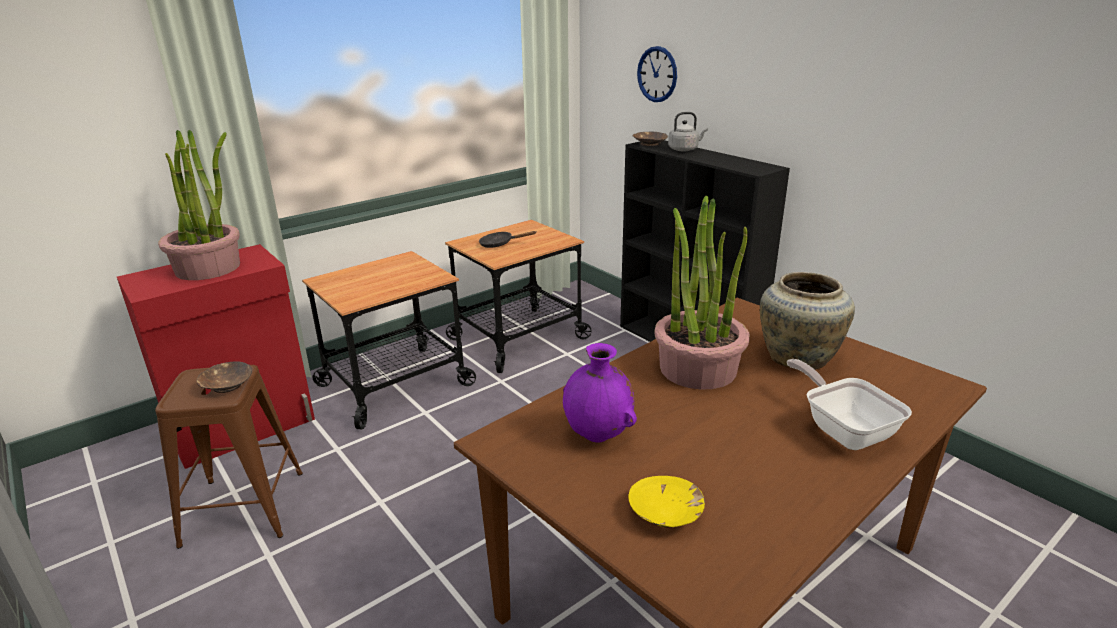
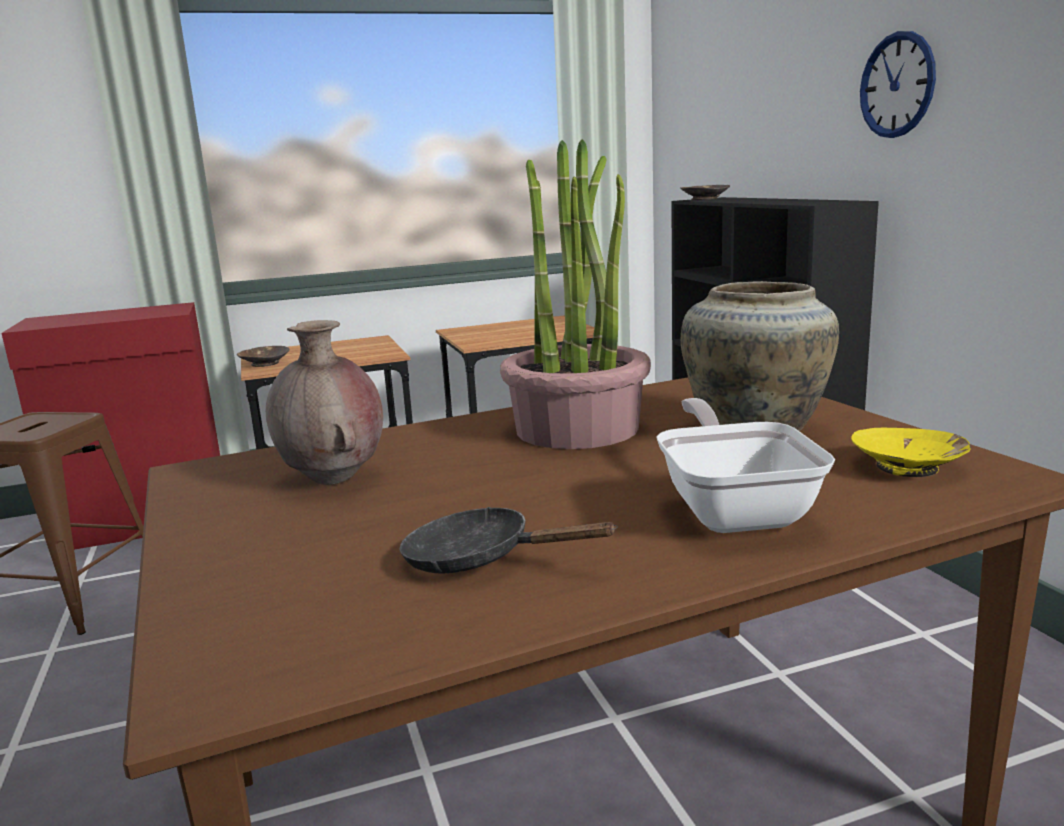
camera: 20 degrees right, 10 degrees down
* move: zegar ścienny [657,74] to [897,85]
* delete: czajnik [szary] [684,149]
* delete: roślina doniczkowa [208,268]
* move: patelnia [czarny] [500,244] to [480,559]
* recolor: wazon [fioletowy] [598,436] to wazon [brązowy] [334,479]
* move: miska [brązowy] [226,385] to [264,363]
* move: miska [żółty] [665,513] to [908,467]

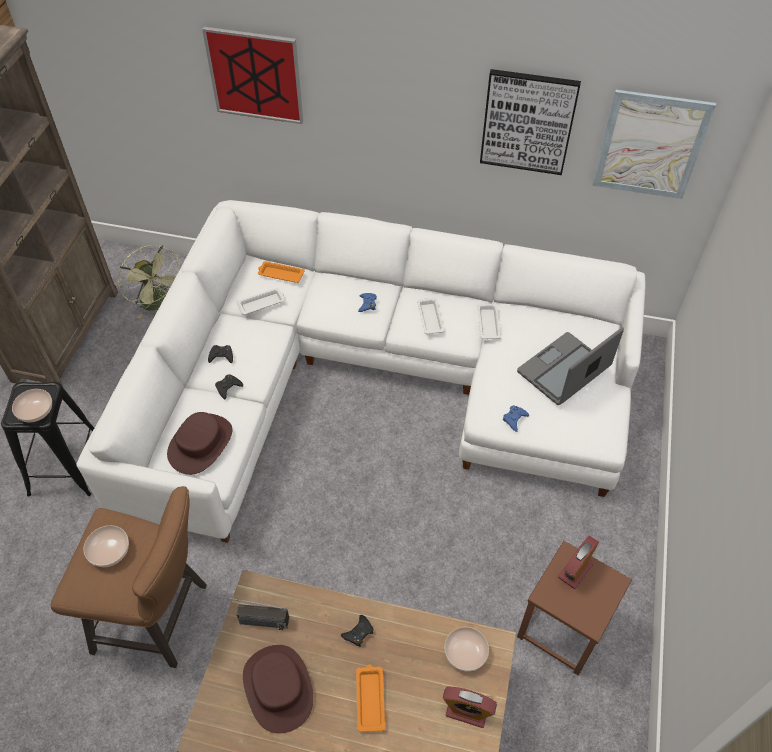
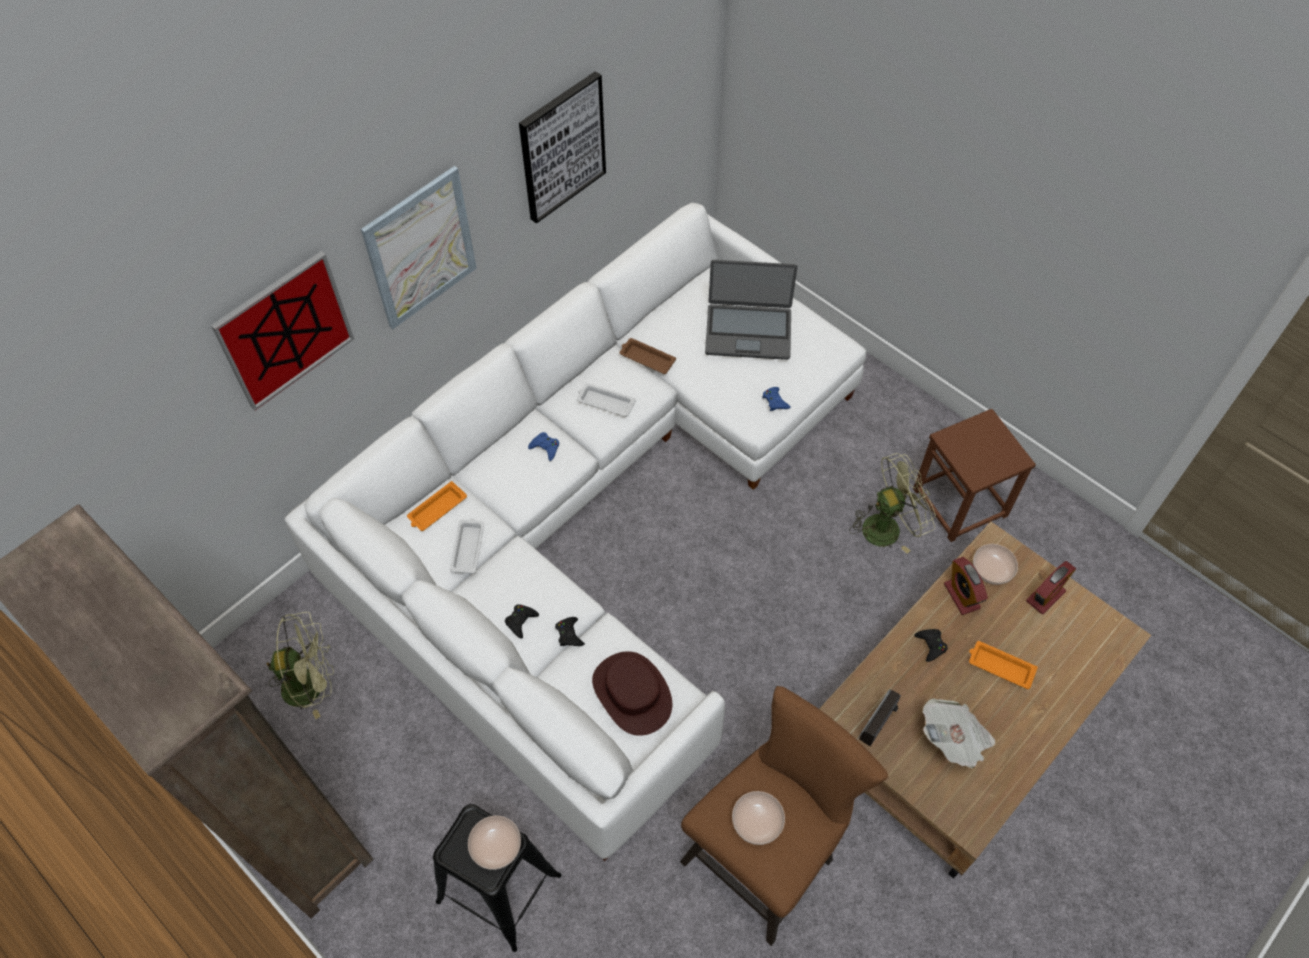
camera: 60 degrees left, 5 degrees up
* move: obraz [650,145] to [421,248]
* recolor: taca [biały] [488,323] to taca [brązowy] [646,358]
* rotate: laptop [564,370] = [748,331] 75 degrees counterclockwise
* move: budzik [575,570] to [961,596]
* replace: kapelusz [brązowy] [278,688] to gazeta [954,739]
* insert: wentylator [zielony] [888,526]

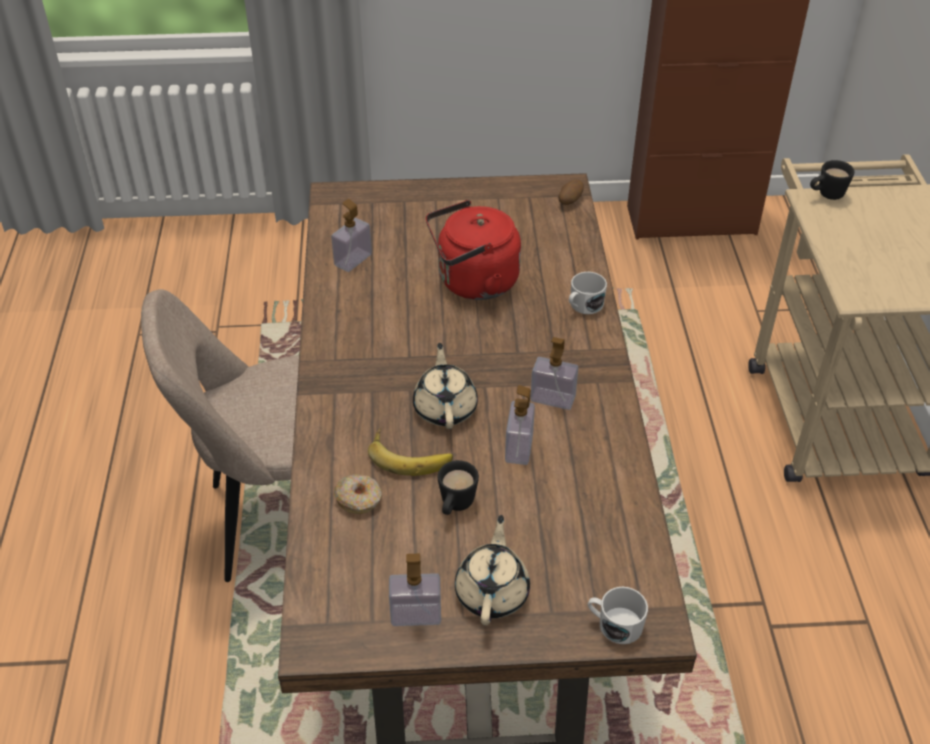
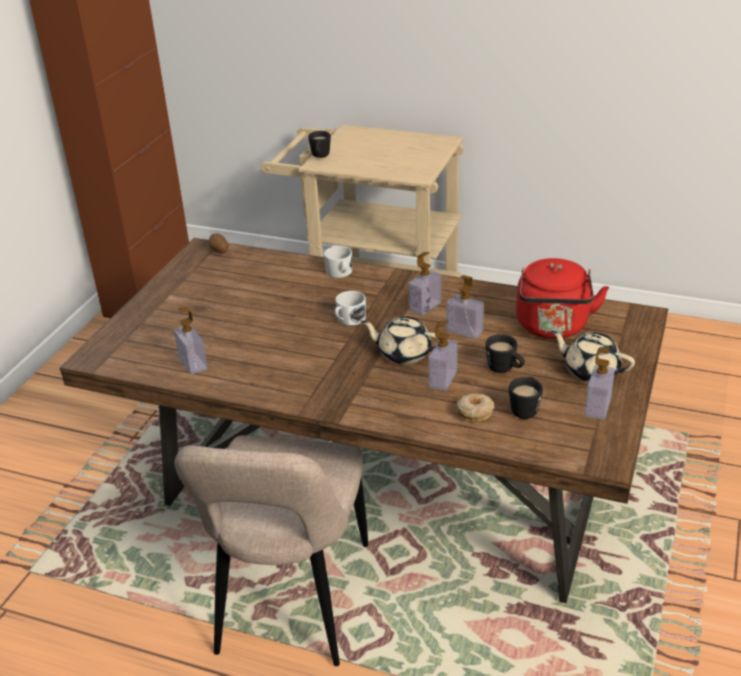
camera: 65 degrees left, 10 degrees down
* move: czajnik [czerwony] [473,283] to [553,328]
* replace: banan [410,455] to dozownik mydła [443,379]
* move: kubek [biały] [614,624] to [349,319]
* insert: kubek [czarny] [525,408]

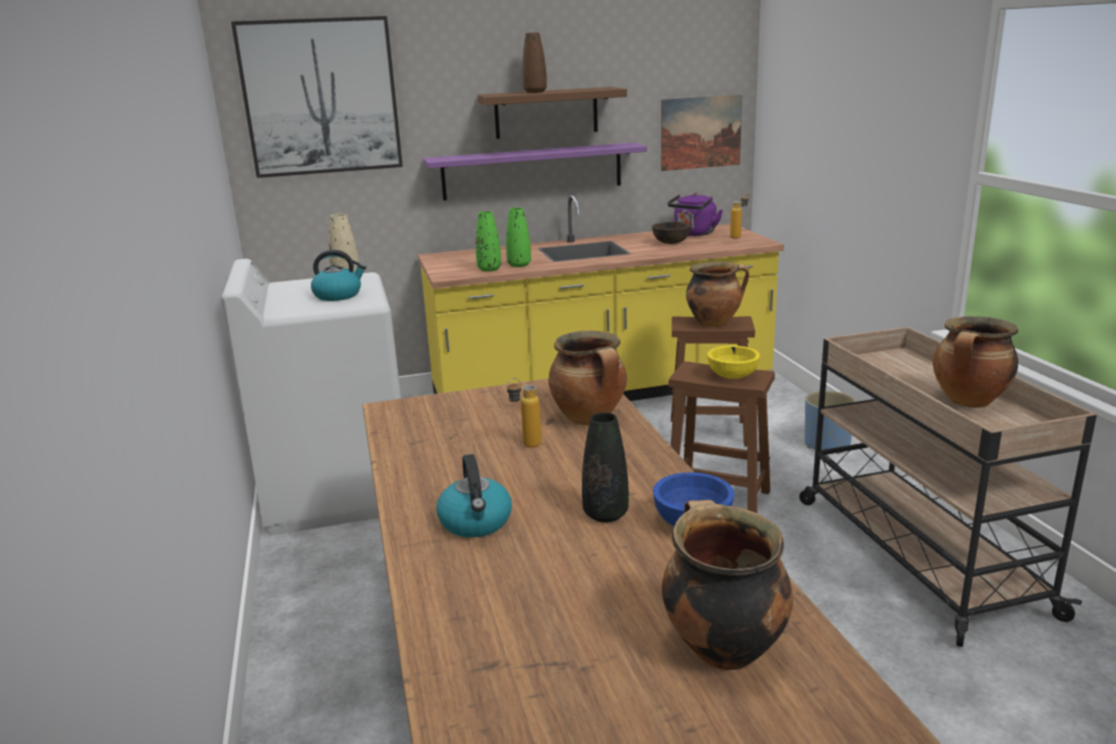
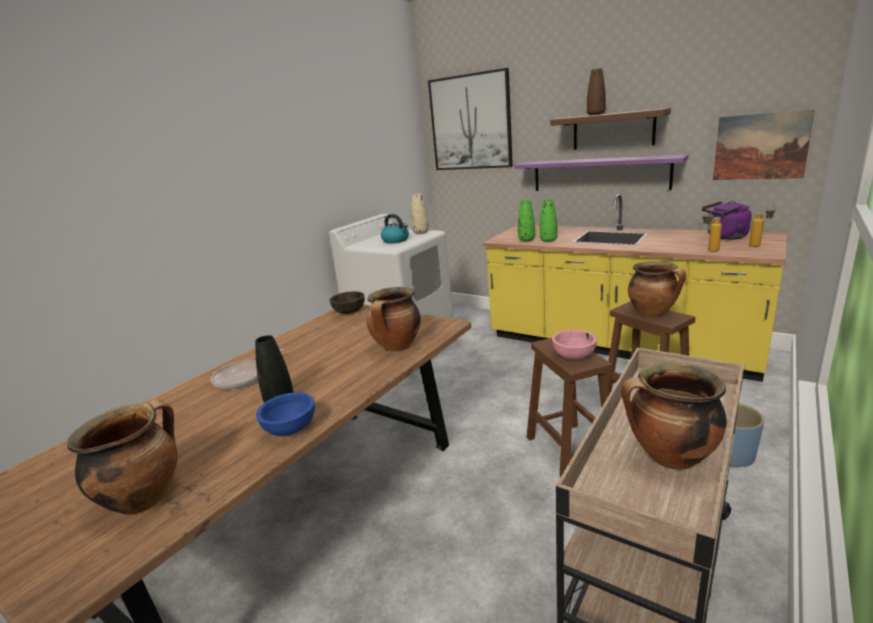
camera: 50 degrees right, 0 degrees up
* move: miska [brązowy] [671,243] to [349,312]
* recolor: miska [żółty] [733,376] to miska [różowy] [574,356]
* move: butelka [525,446] to [708,250]
* replace: czajnik [476,522] to patelnia [244,377]

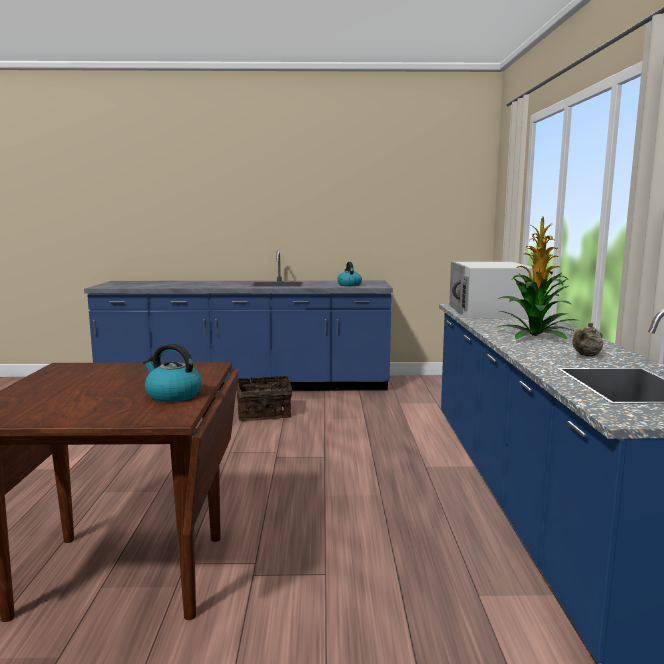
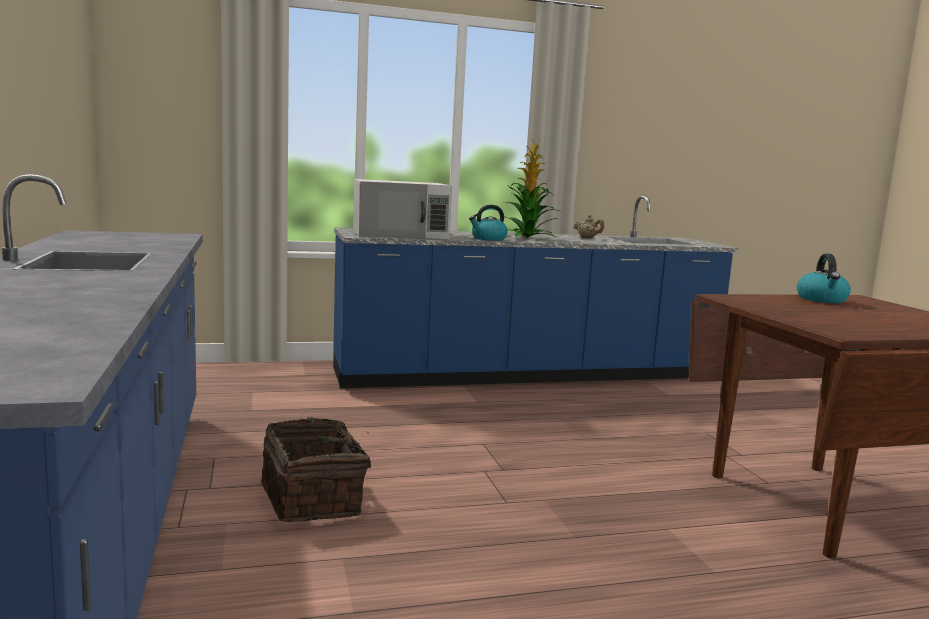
camera: 105 degrees left, 0 degrees up
* move: czajnik [349,285] to [488,239]

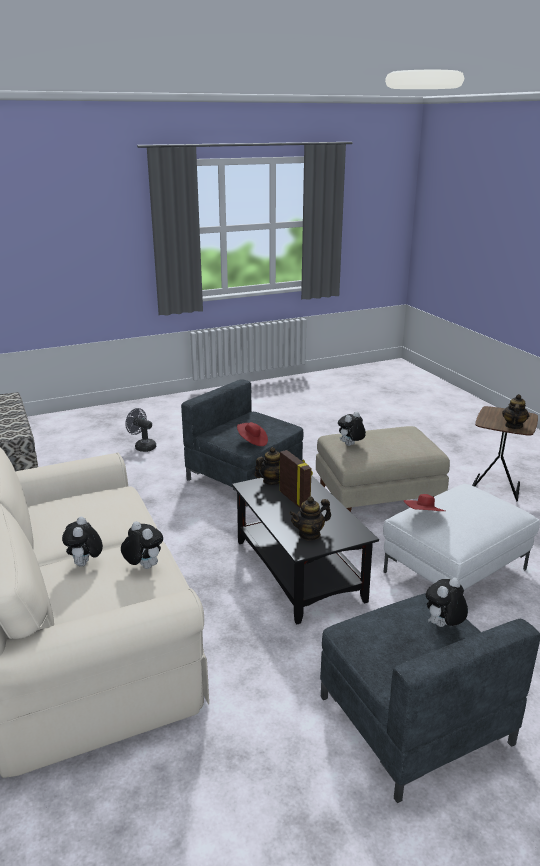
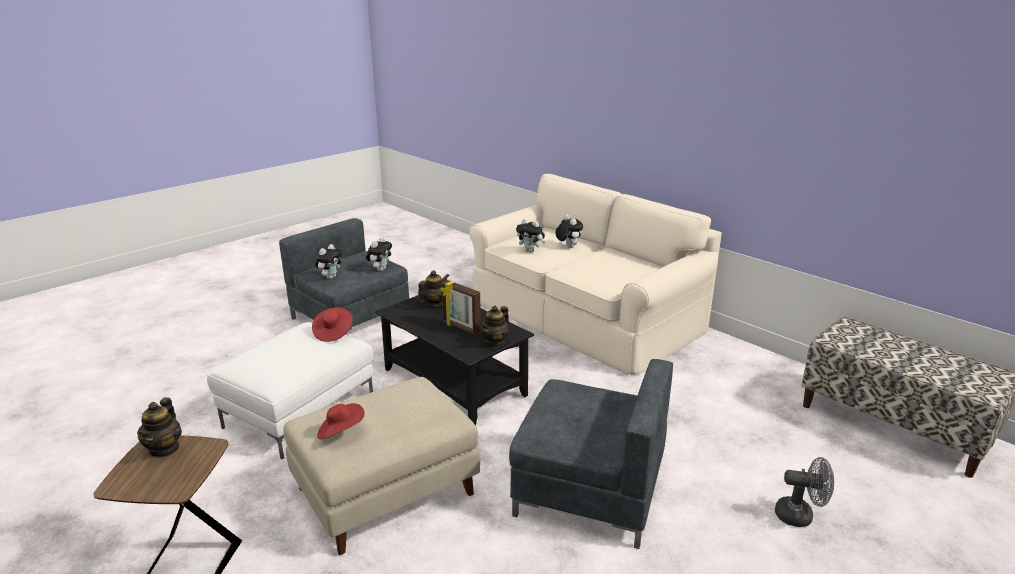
camera: 160 degrees right, 0 degrees up
* move: pluszak [350,445] to [380,269]
* move: kapelusz [czerwony] [252,441] to [341,432]

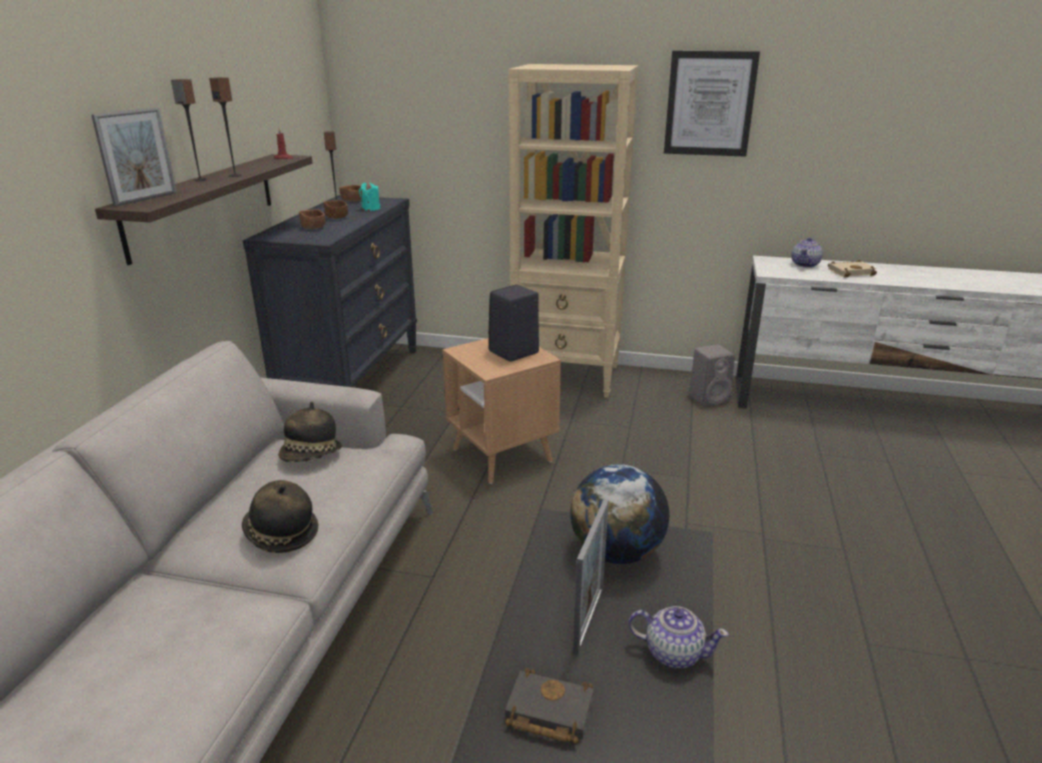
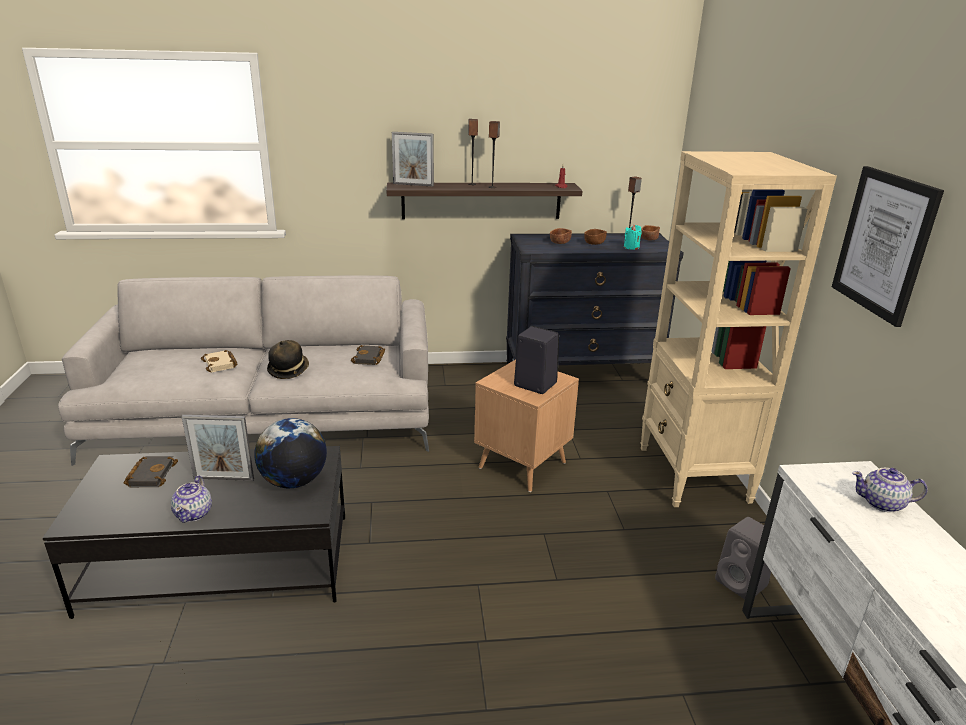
camera: 70 degrees right, 0 degrees up
* move: książka [beżowy] [851,272] to [221,364]
* replace: kapelusz [311,456] to książka [czarny] [369,358]

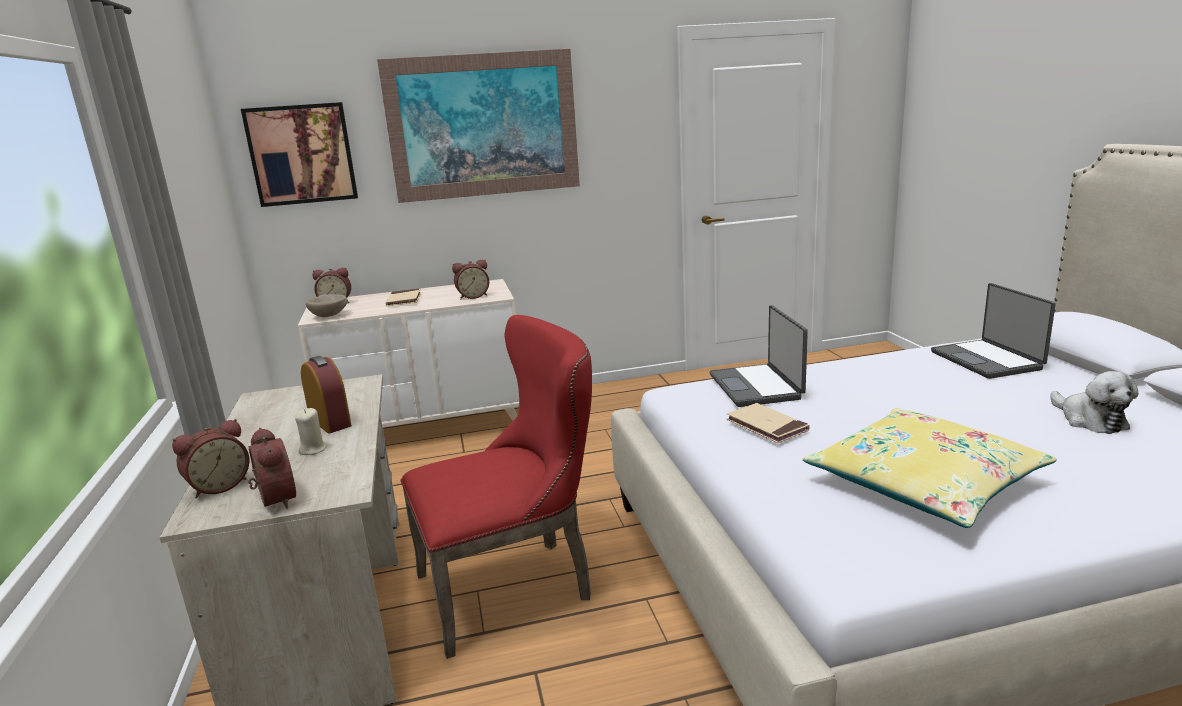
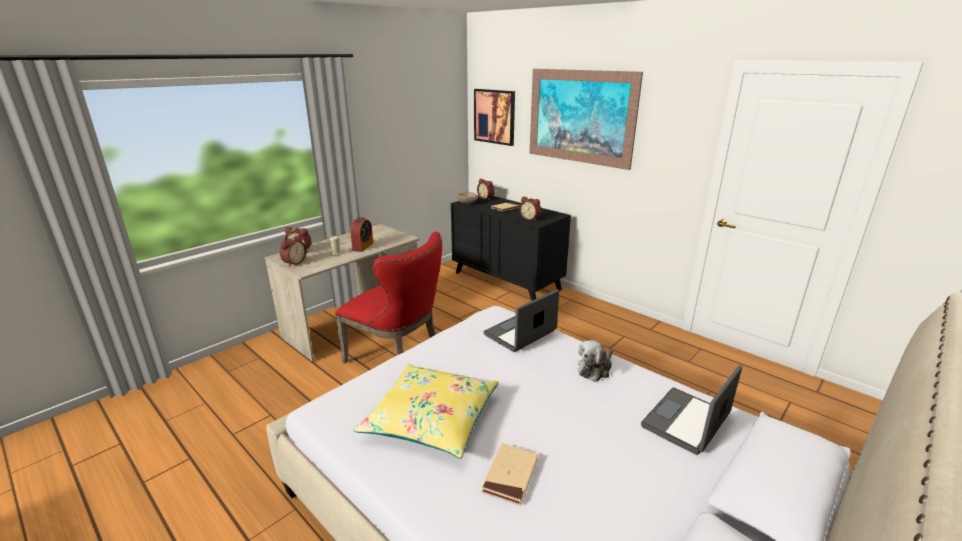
camera: 55 degrees right, 5 degrees up
* recolor: komoda [beżowy] [428,427] to komoda [czarny] [507,281]
* move: pluszak [1089,420] to [595,369]
* move: książka [beżowy] [766,426] to [510,475]

